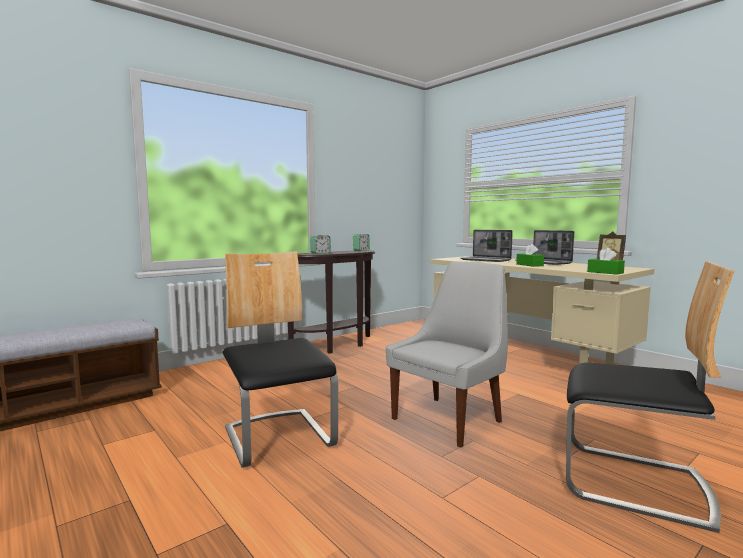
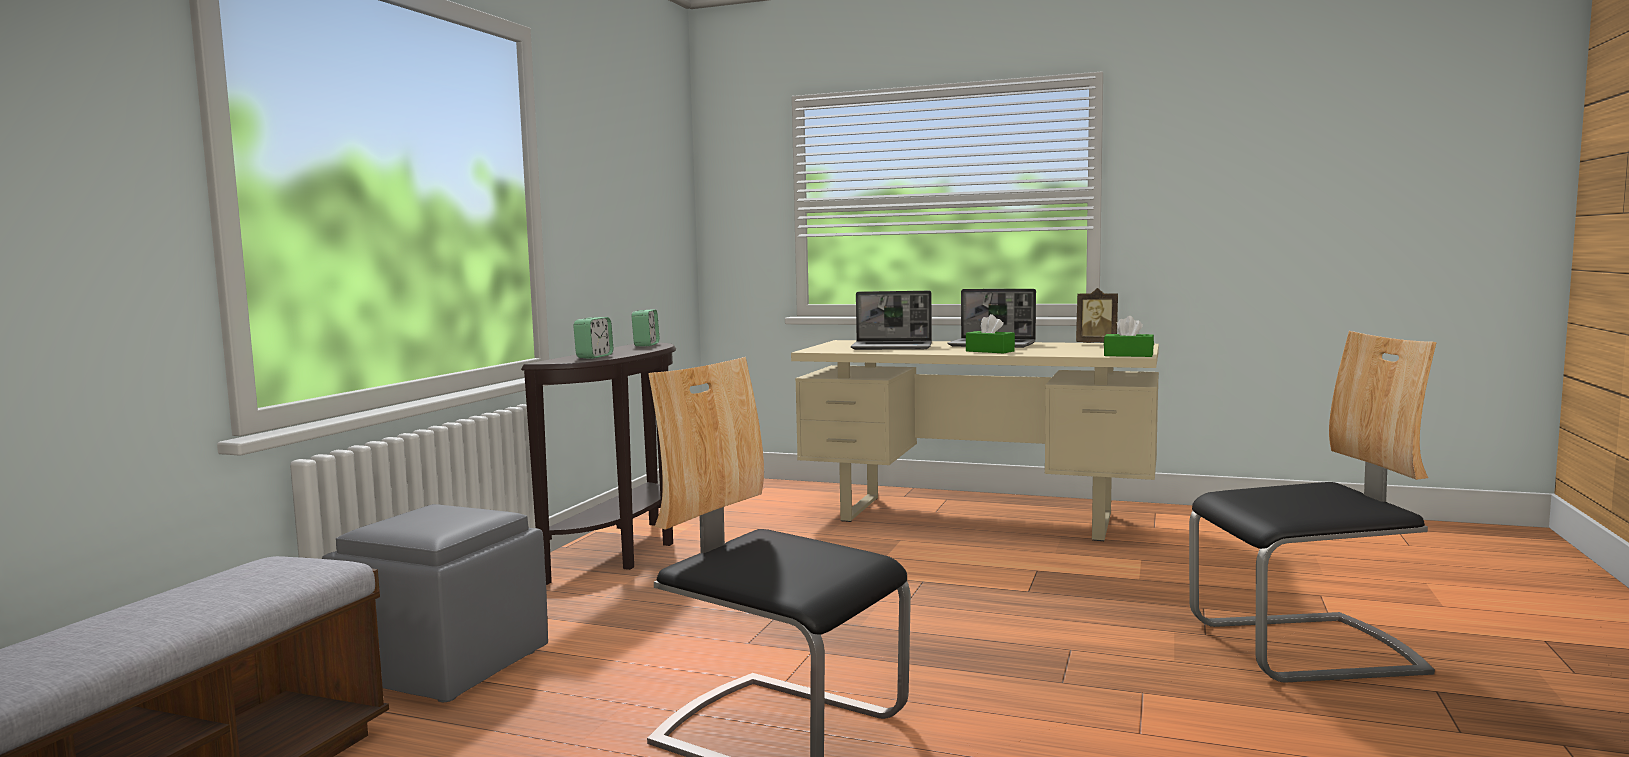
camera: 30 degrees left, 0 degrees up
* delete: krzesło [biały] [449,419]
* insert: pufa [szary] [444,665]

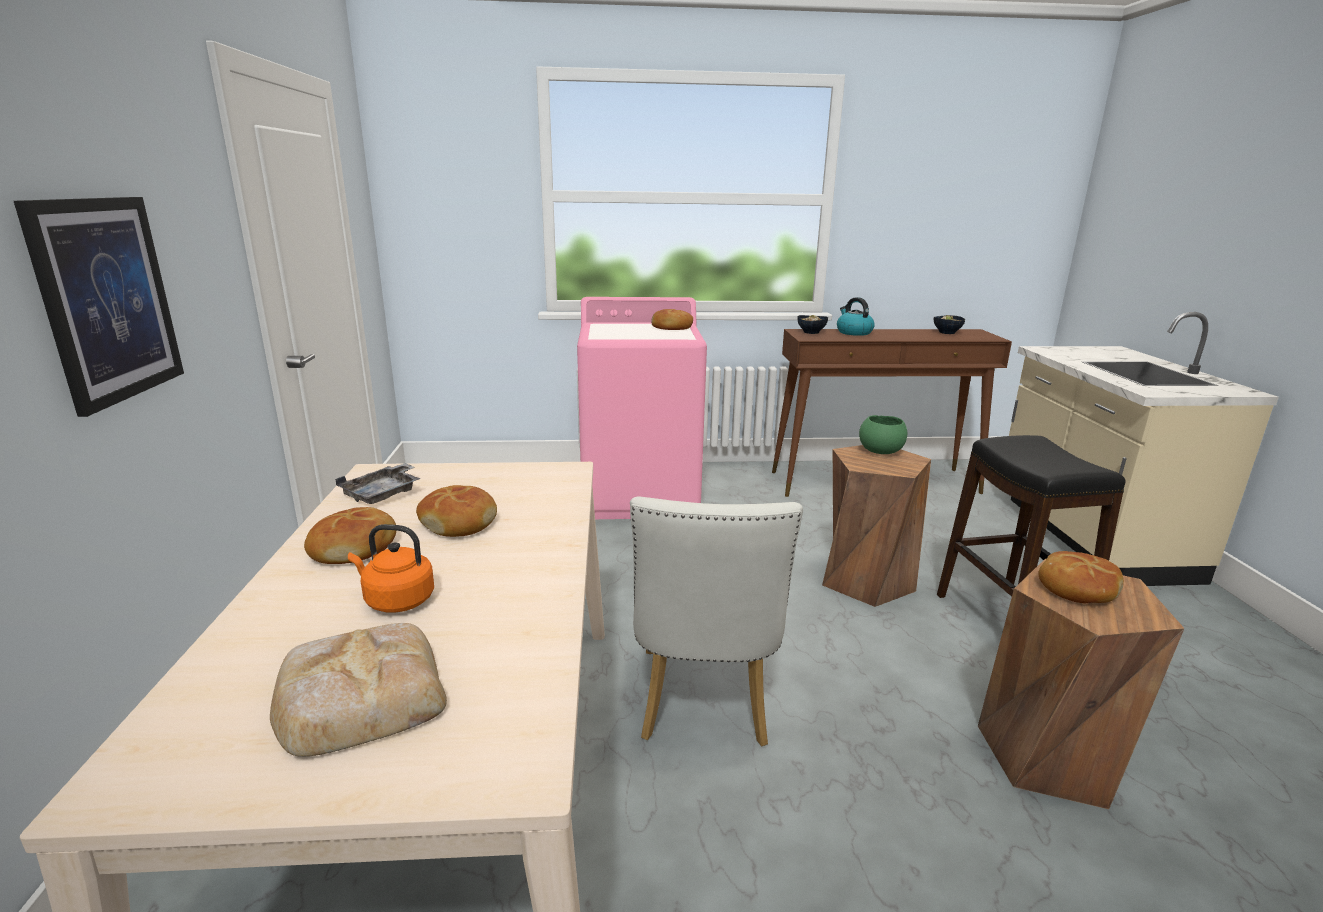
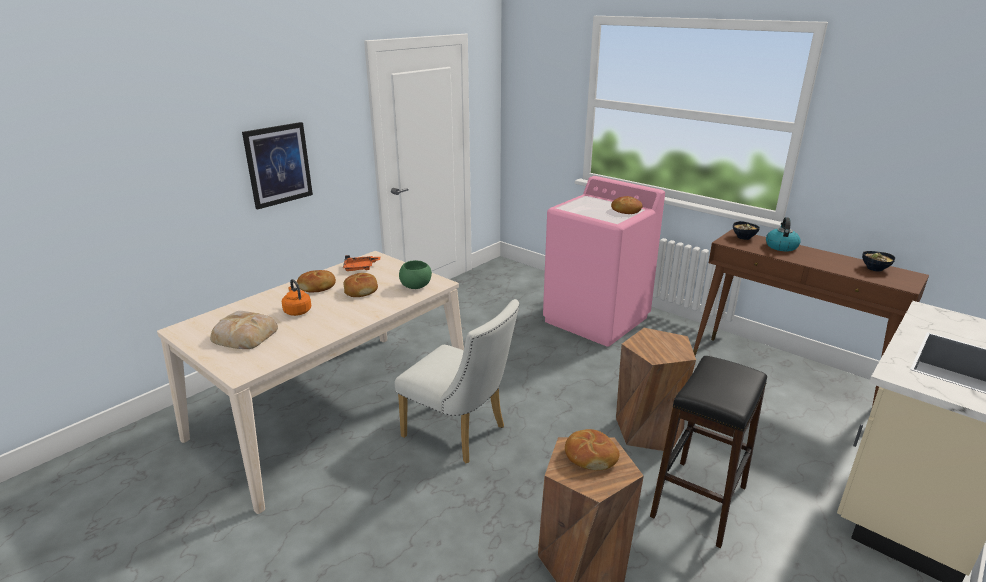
camera: 45 degrees right, 5 degrees up
* move: miska [zielony] [881,451] to [416,286]
* recolor: taca [szary] [383,493] to taca [pomarańczowy] [360,268]
* rotate: krzesło [biały] [703,704] = [460,434] 105 degrees counterclockwise

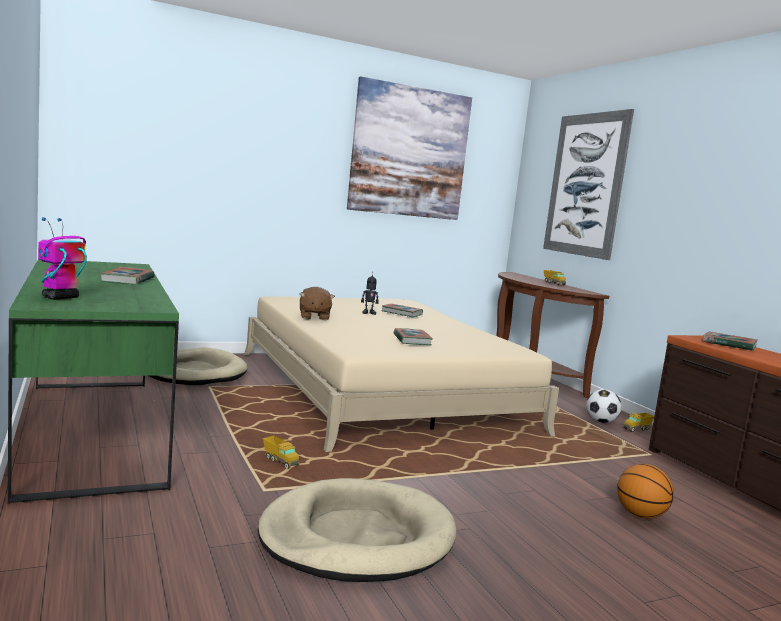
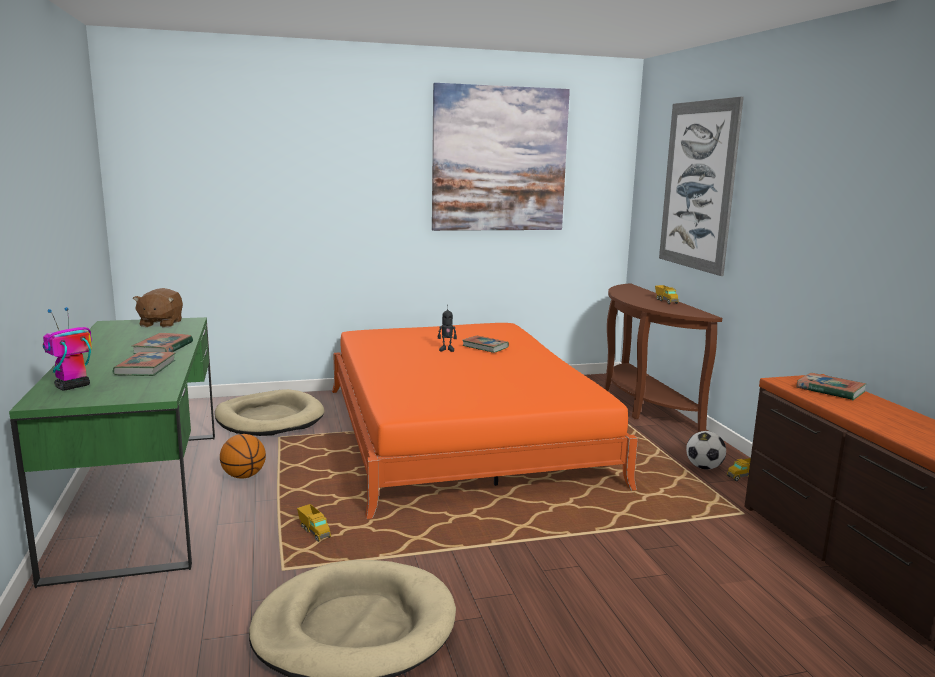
camera: 10 degrees right, 5 degrees up
* move: pluszak [brązowy] [314,317] to [160,324]
* recolor: łóżko [beżowy] [379,390] to łóżko [pomarańczowy] [460,433]
* move: książka [412,340] to [145,368]
* move: piłka do koszykówki [640,515] to [244,476]

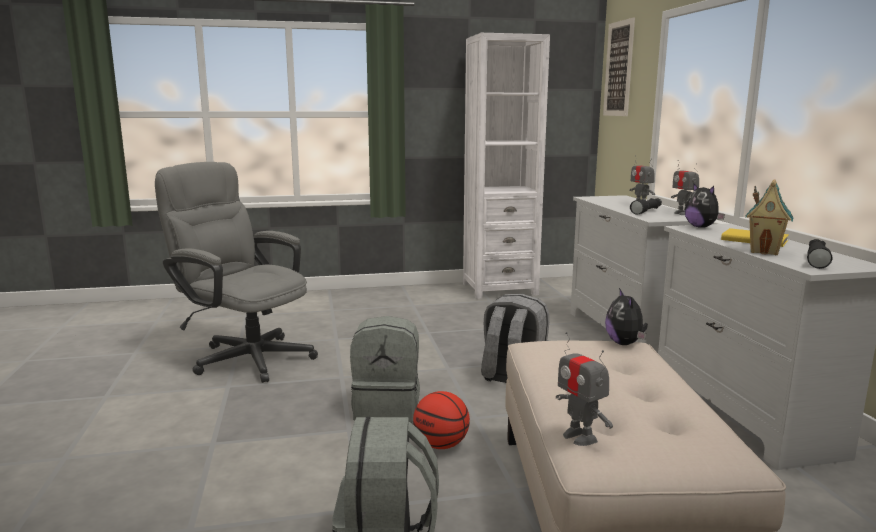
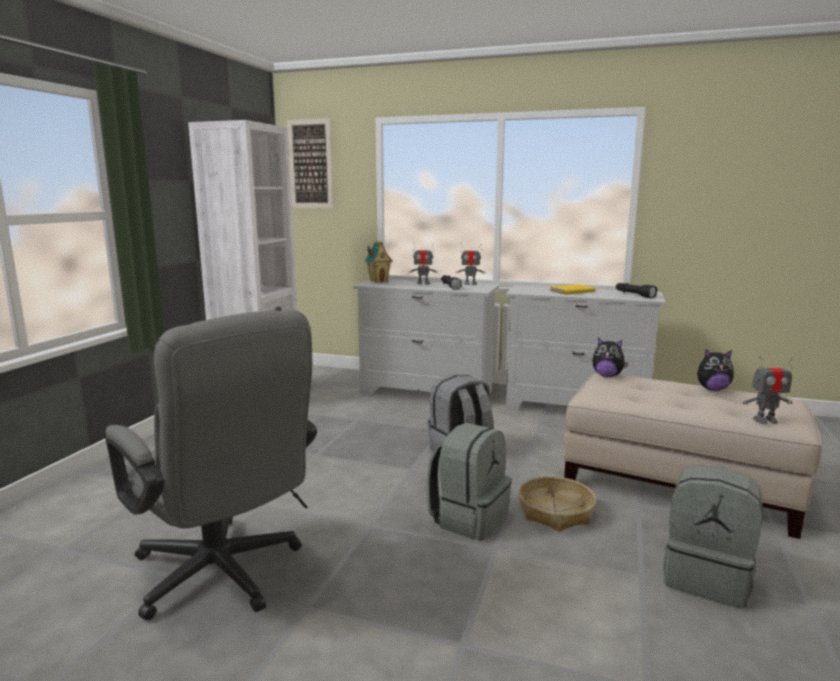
camera: 60 degrees left, 0 degrees up
* rotate: krzesło biurowe [szary] [245,356] = [224,577] 105 degrees counterclockwise
* move: domek [765,251] to [378,281]
* move: pluszak [701,227] to [712,389]
* replace: piłka do koszykówki [441,445] to koszyk [555,512]

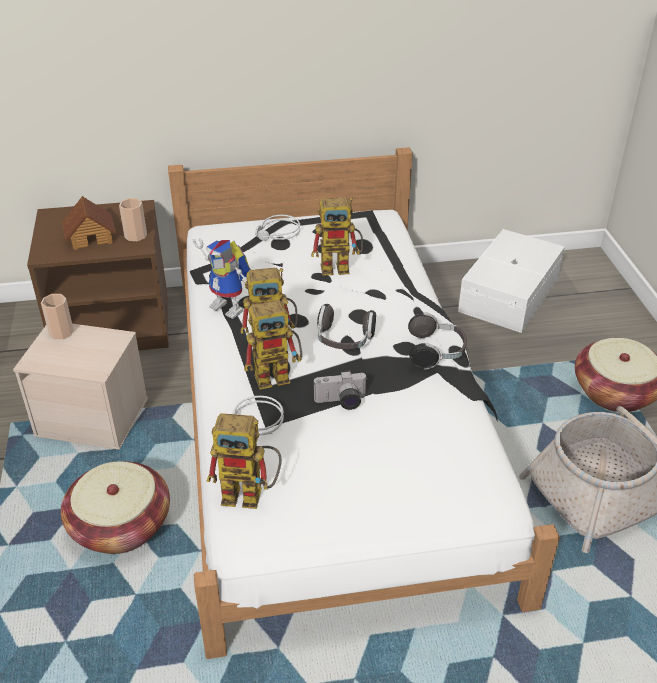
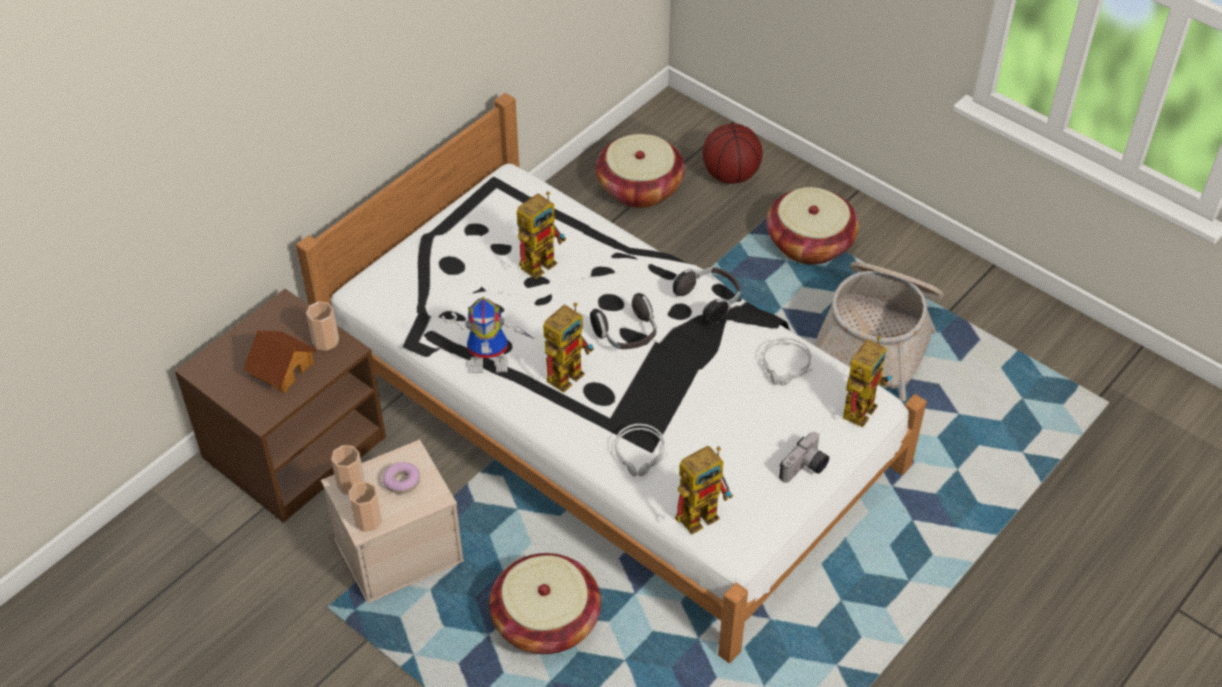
camera: 40 degrees left, 10 degrees up
* move: słuchawki [szary] [278,233] to [786,366]
* replace: pojemnik do przechowywania [biały] [511,295] to koszyk [640,188]
* move: robot zabawkowy [279,375] to [860,404]
* move: aparat fotograficzny [341,402] to [805,469]
* insert: piłka do koszykówki [731,175]
* insert: donut [402,481]
* insert: filiżanka [368,520]

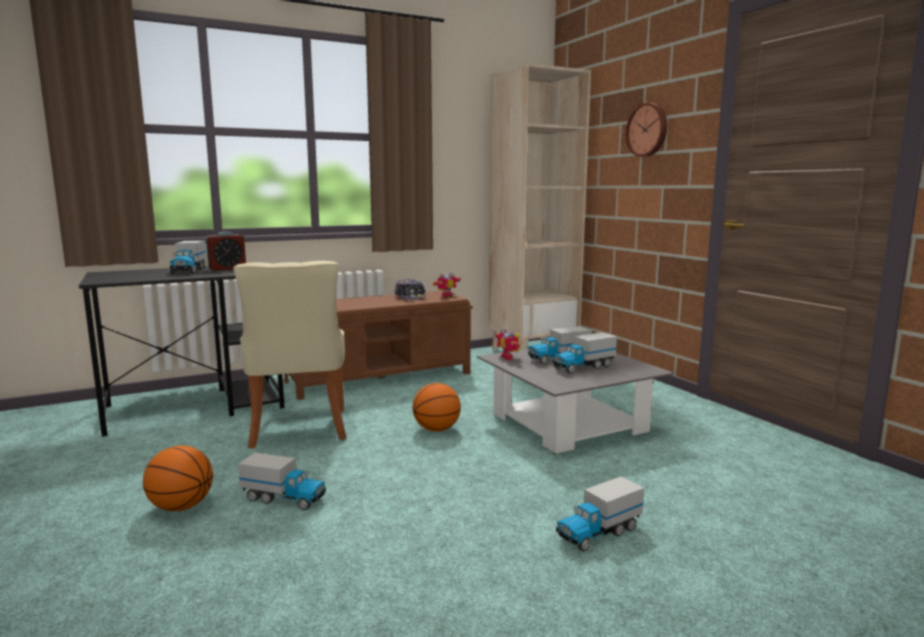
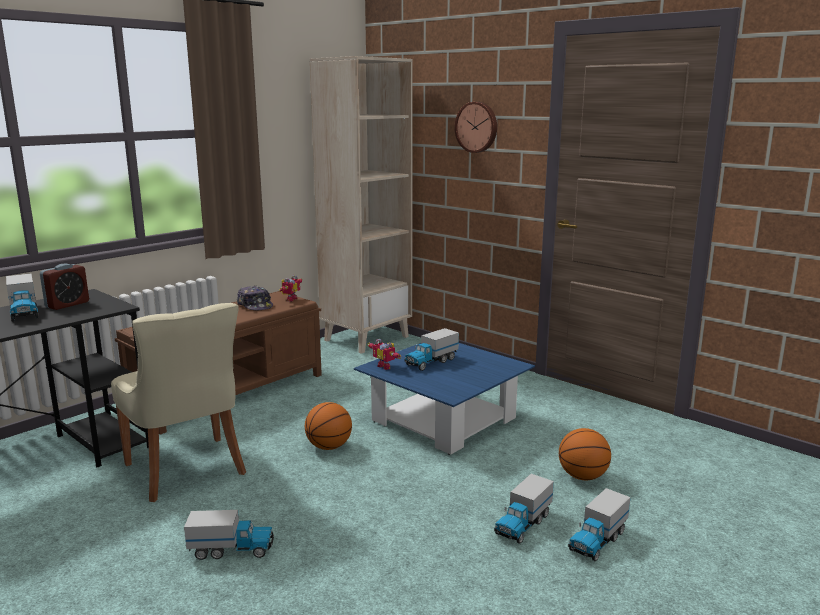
camera: 20 degrees left, 5 degrees up
* move: ciężarówka zabawkowa [583,367] to [597,541]
* recolor: ława [szary] [568,423] to ława [niebieski] [443,419]
* move: piłka do koszykówki [181,507] to [582,476]

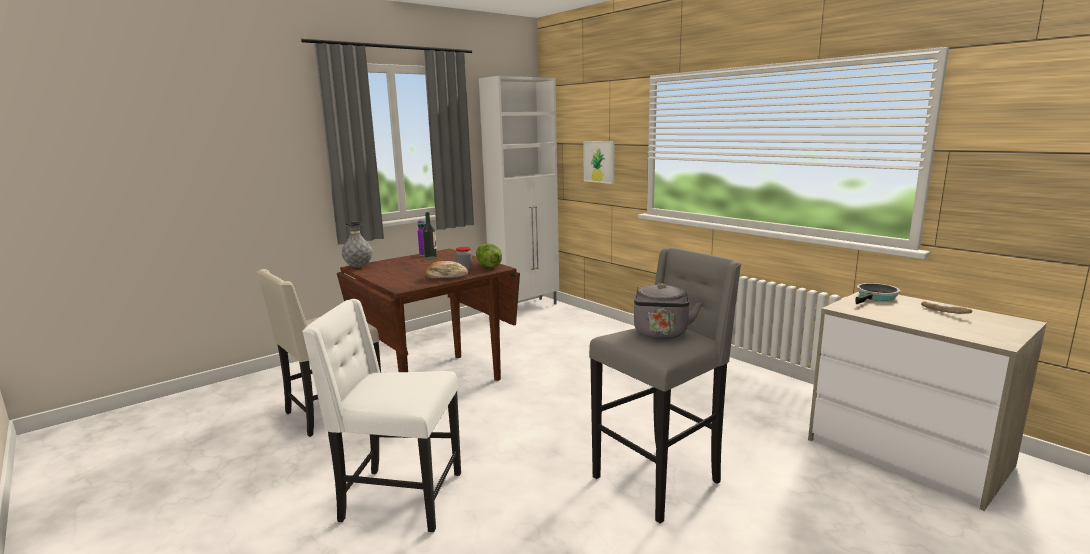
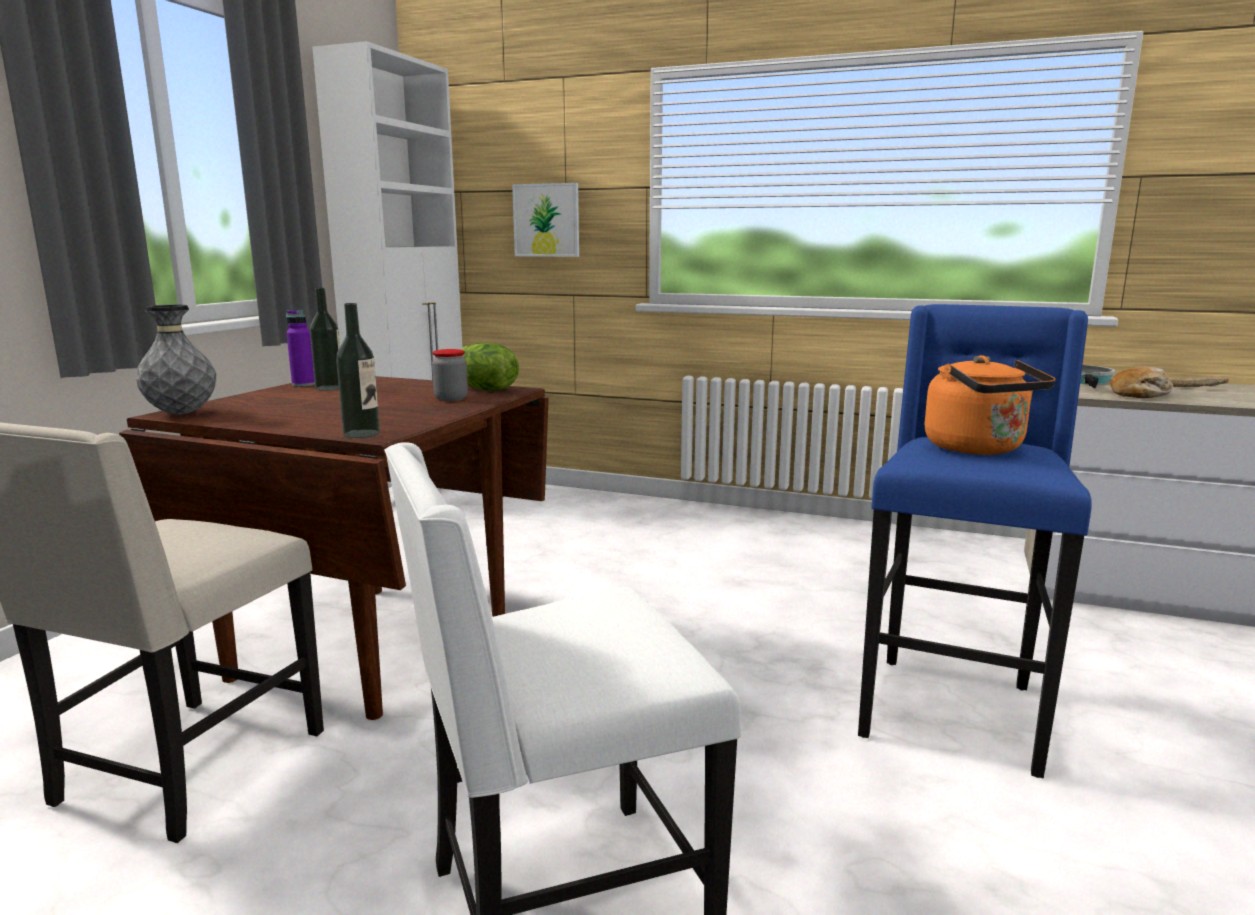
camera: 30 degrees left, 0 degrees up
* recolor: stołek [szary] [659,480] to stołek [niebieski] [950,709]
* move: chleb [446,276] to [1140,394]
* recolor: czajnik [szary] [661,334] to czajnik [pomarańczowy] [978,449]
* insert: butelka [361,434]

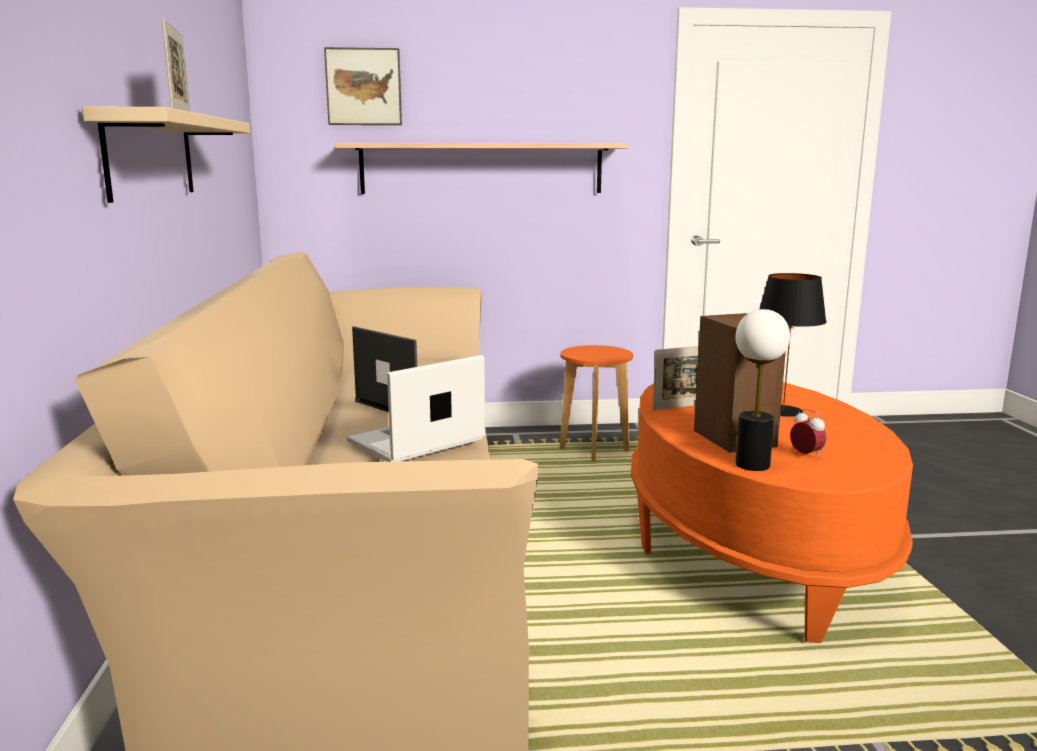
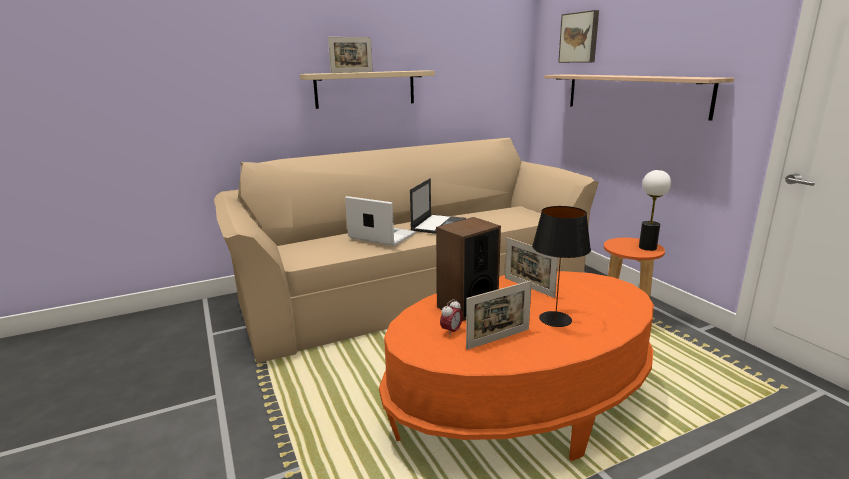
camera: 70 degrees right, 5 degrees up
* move: lampa stołowa [752,464] to [647,247]
* insert: ramka na zdjęcie [498,339]

